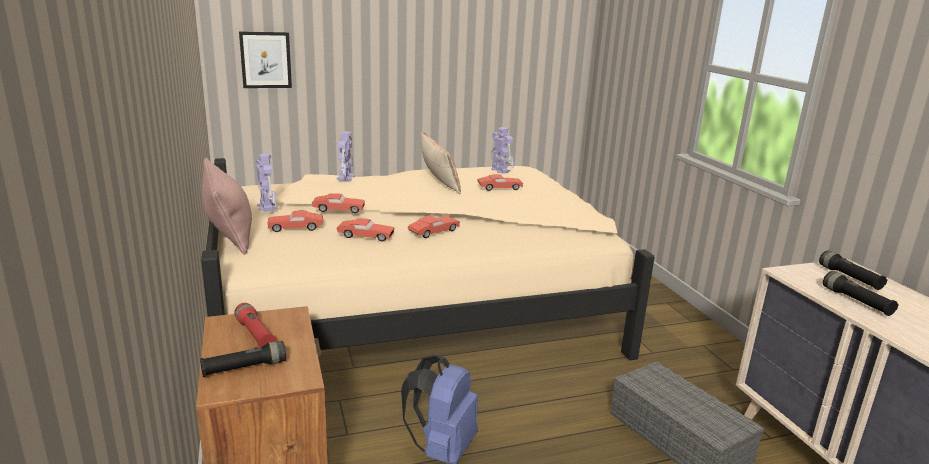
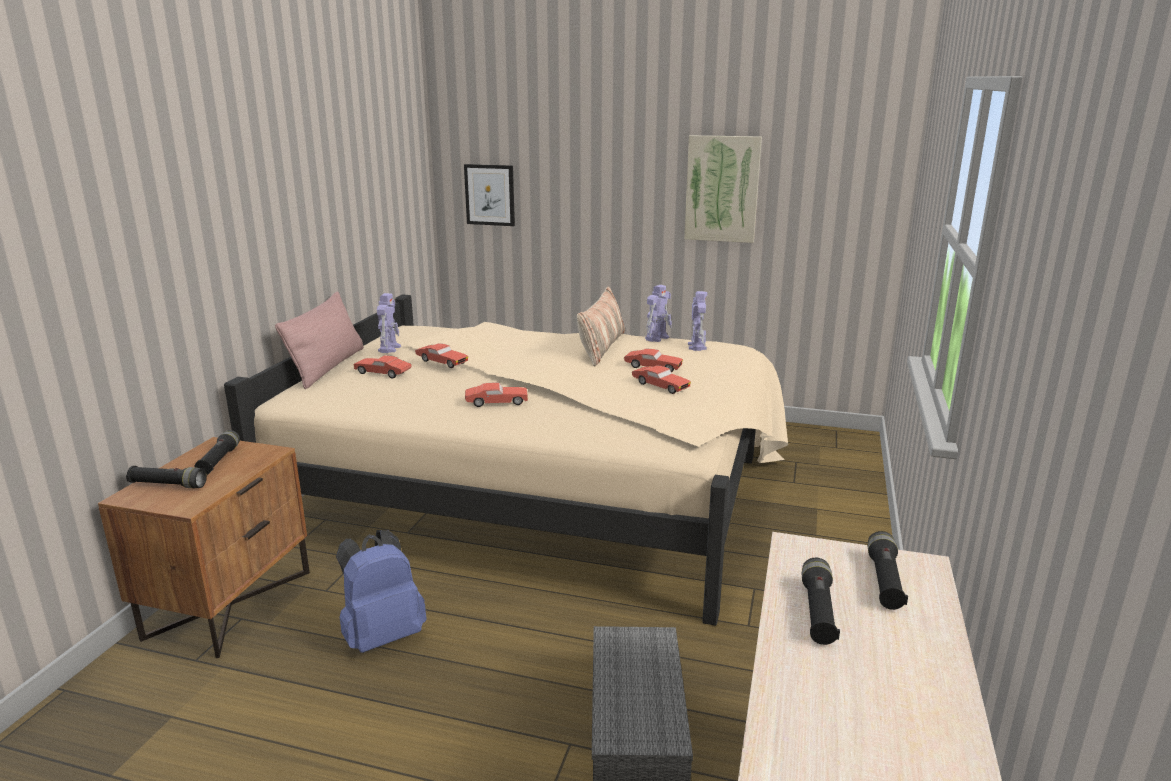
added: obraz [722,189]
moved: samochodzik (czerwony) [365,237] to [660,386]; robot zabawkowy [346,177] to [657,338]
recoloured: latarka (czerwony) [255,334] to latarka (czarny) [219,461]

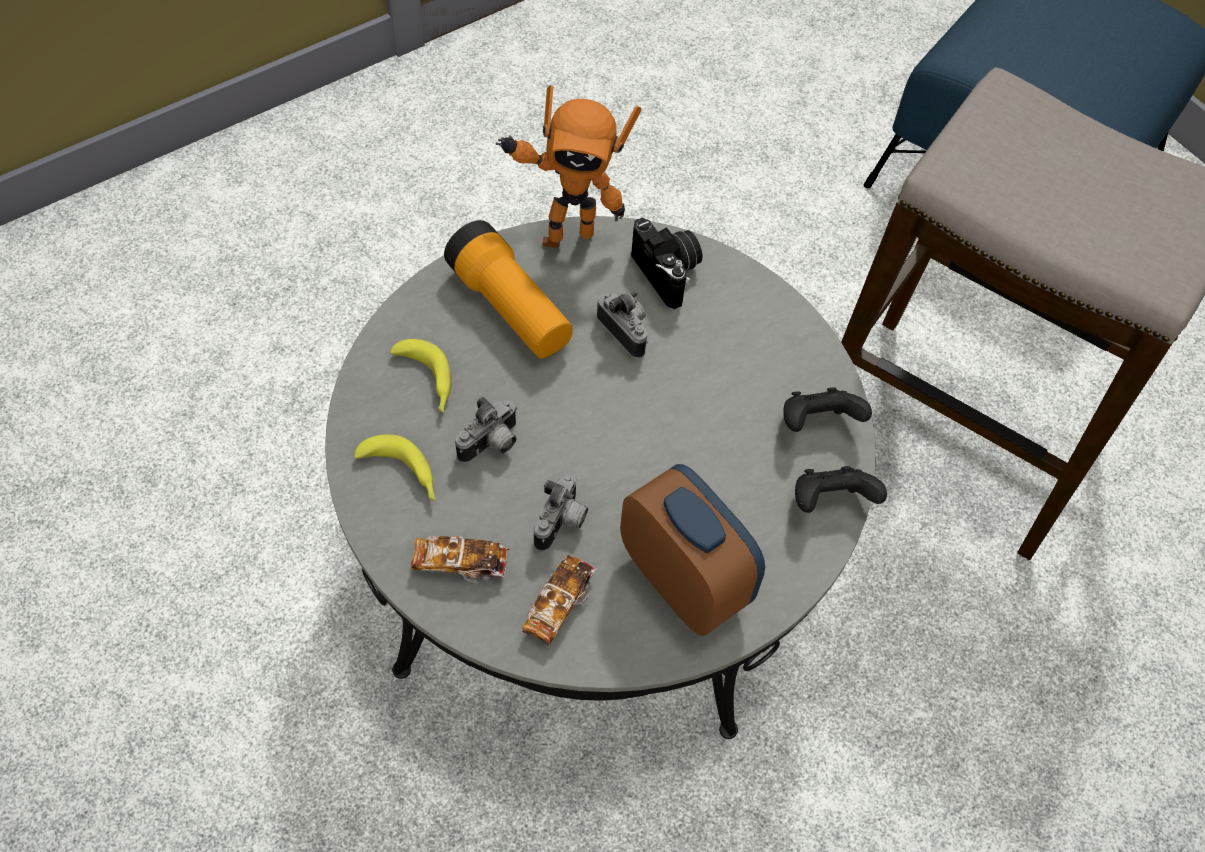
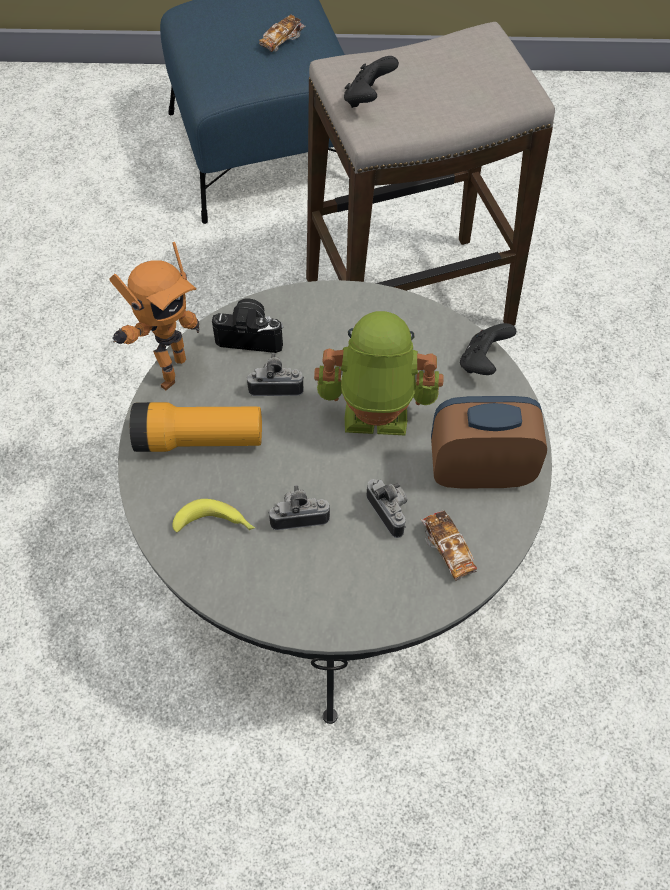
removed: banan [403,474]
added: robot zabawkowy [374,420]
moved: samochodzik [461,564] to [282,41]; pad do gier (czarny) [817,423] to [368,99]
turned: aparat fotograficzny [492,445] = [299,516] 90 degrees counterclockwise

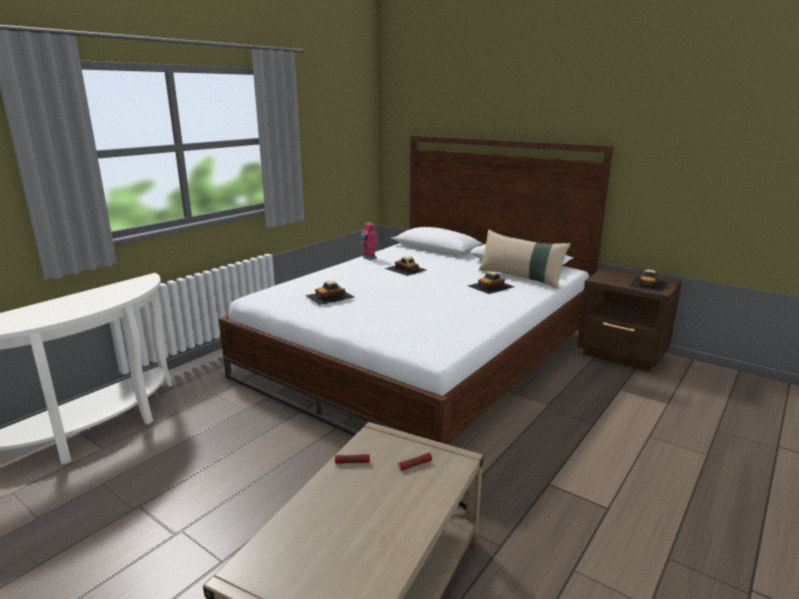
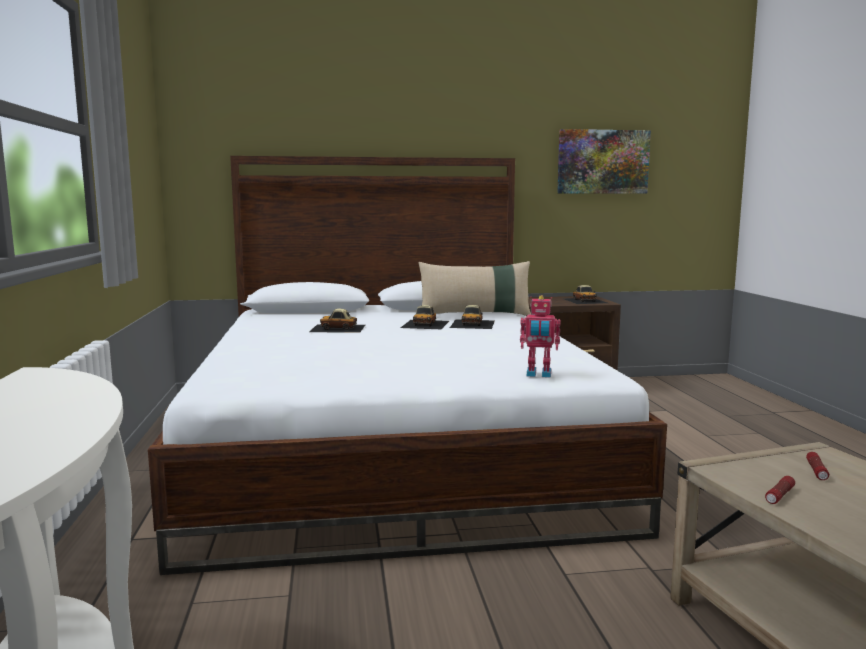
added: obraz [602,162]
moved: samochodzik [330,296] to [425,324]; robot zabawkowy [369,258] to [538,374]

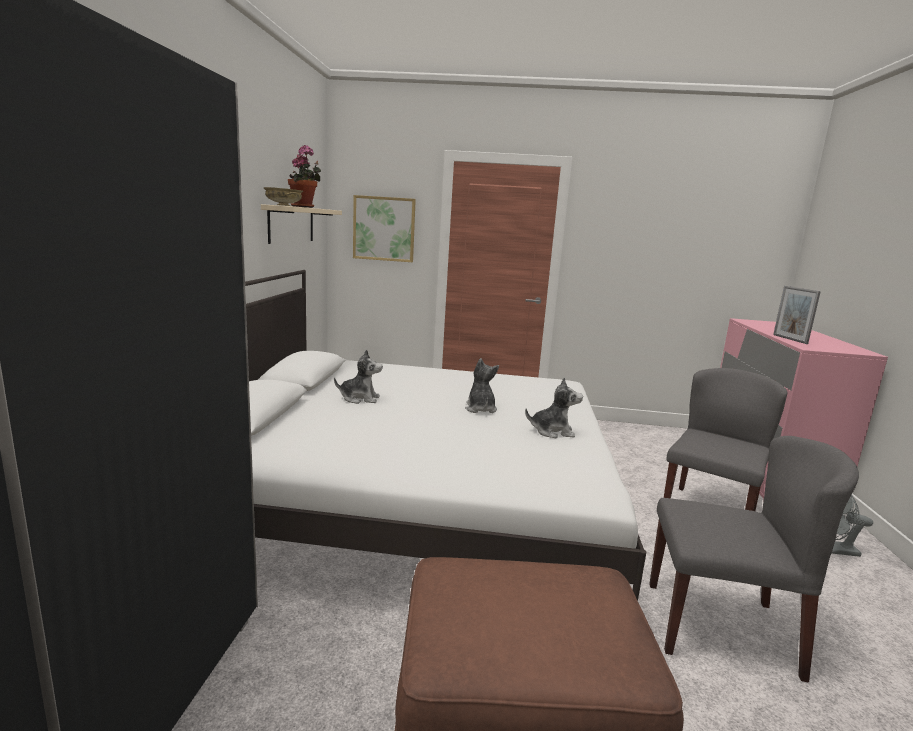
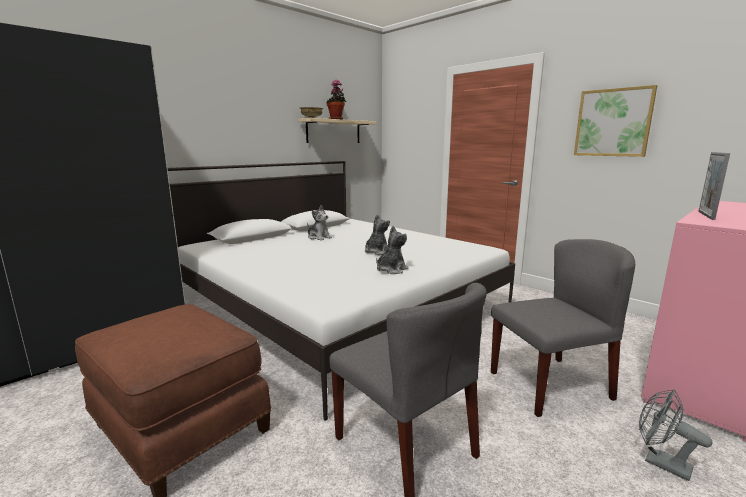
moved: obraz [384,229] to [613,123]
turned: pluszak [552,431] = [391,270] 90 degrees counterclockwise

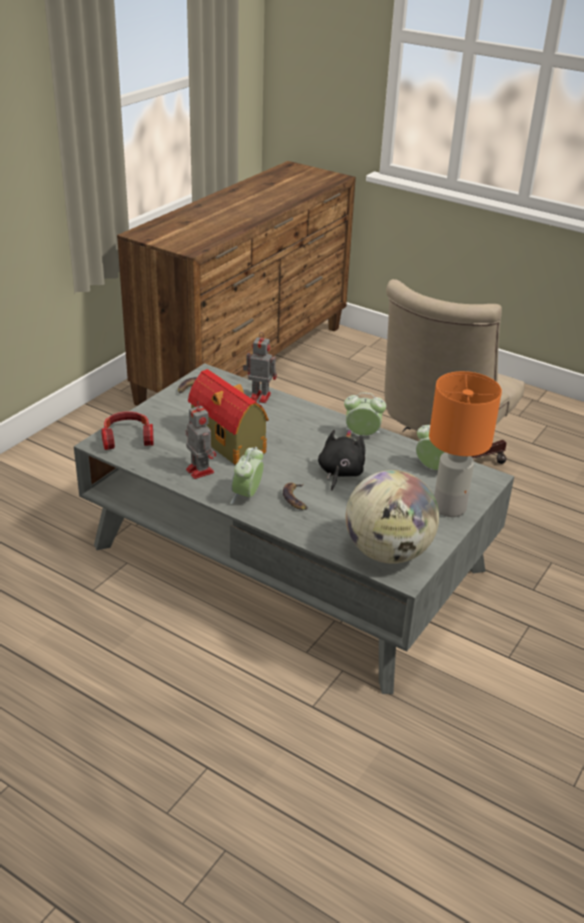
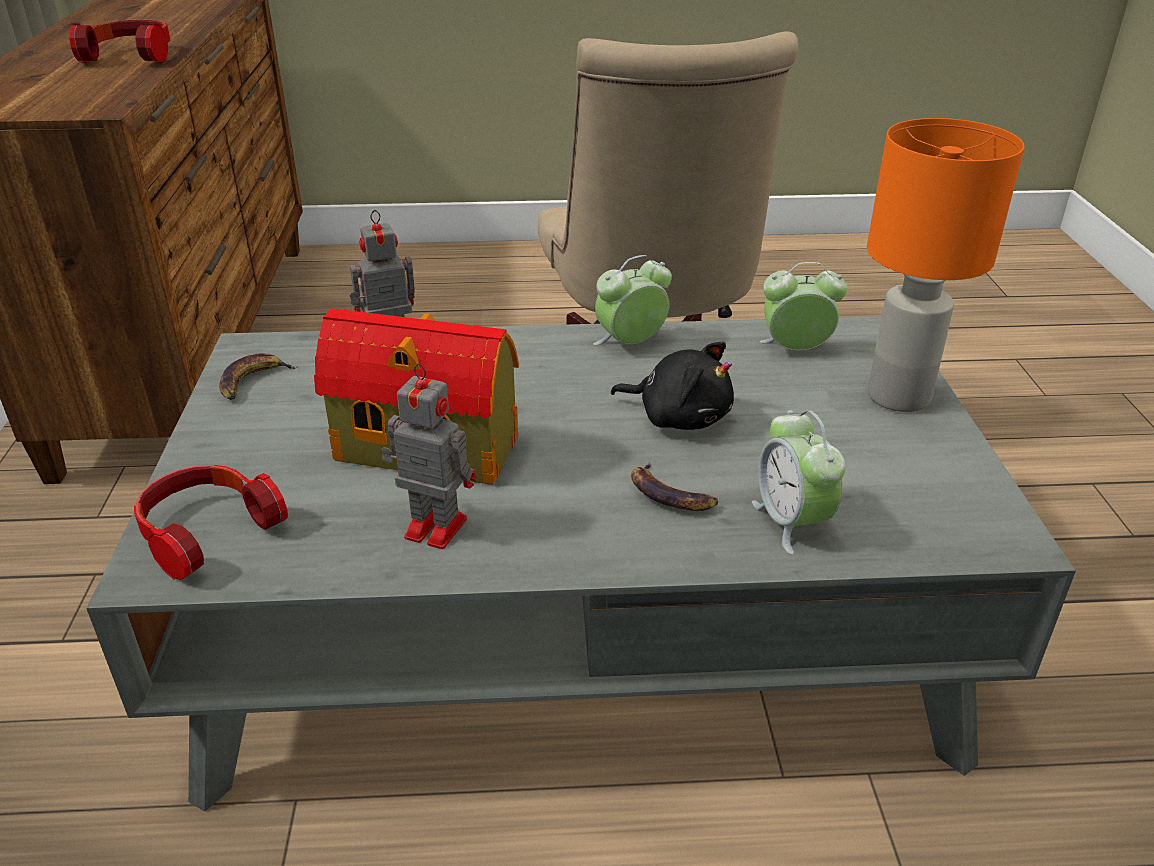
removed: globus [387,552]
added: słuchawki [132,56]
moved: budzik [247,495] to [791,522]
turned: pluszak (czarny) [340,473] = [679,417] 135 degrees clockwise

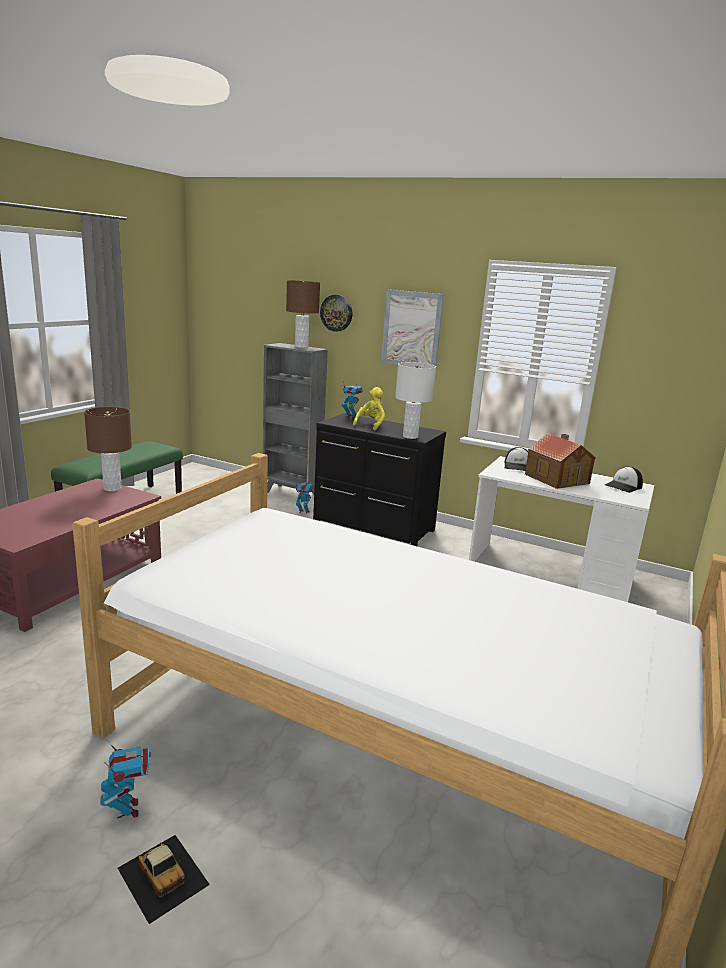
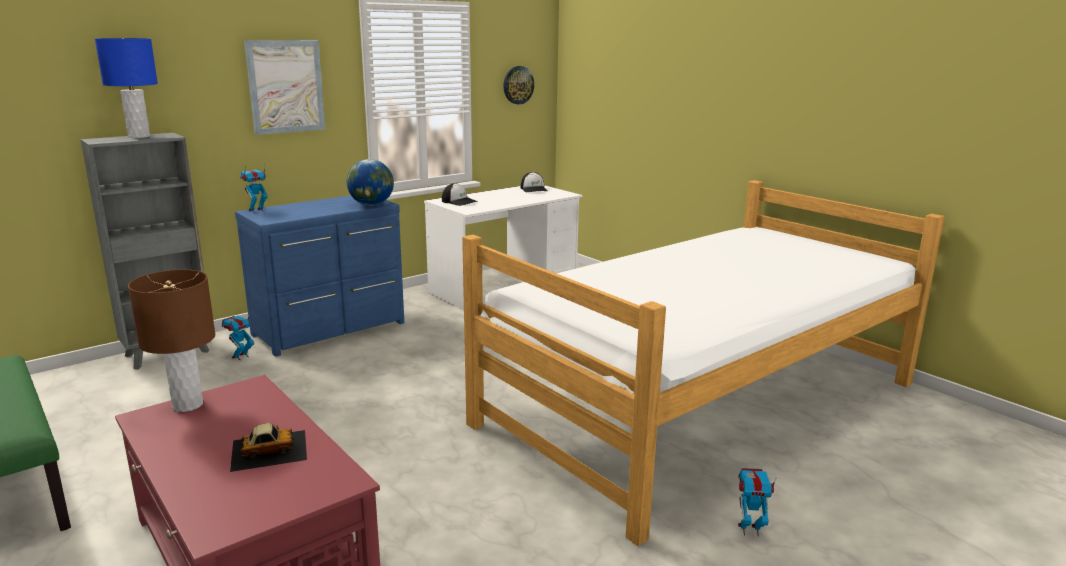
removed: pluszak (żółty) [371,425]; domek [557,478]
moved: samochodzik [163,875] to [268,449]; zegar ścienny [336,313] to [518,85]
replaced: lampa stołowa (biały) [410,437] to globus [371,205]
recoloured: lampa stołowa (brązowy) [301,346] to lampa stołowa (niebieski) [139,136]; komoda (czarny) [373,527] to komoda (niebieski) [332,329]

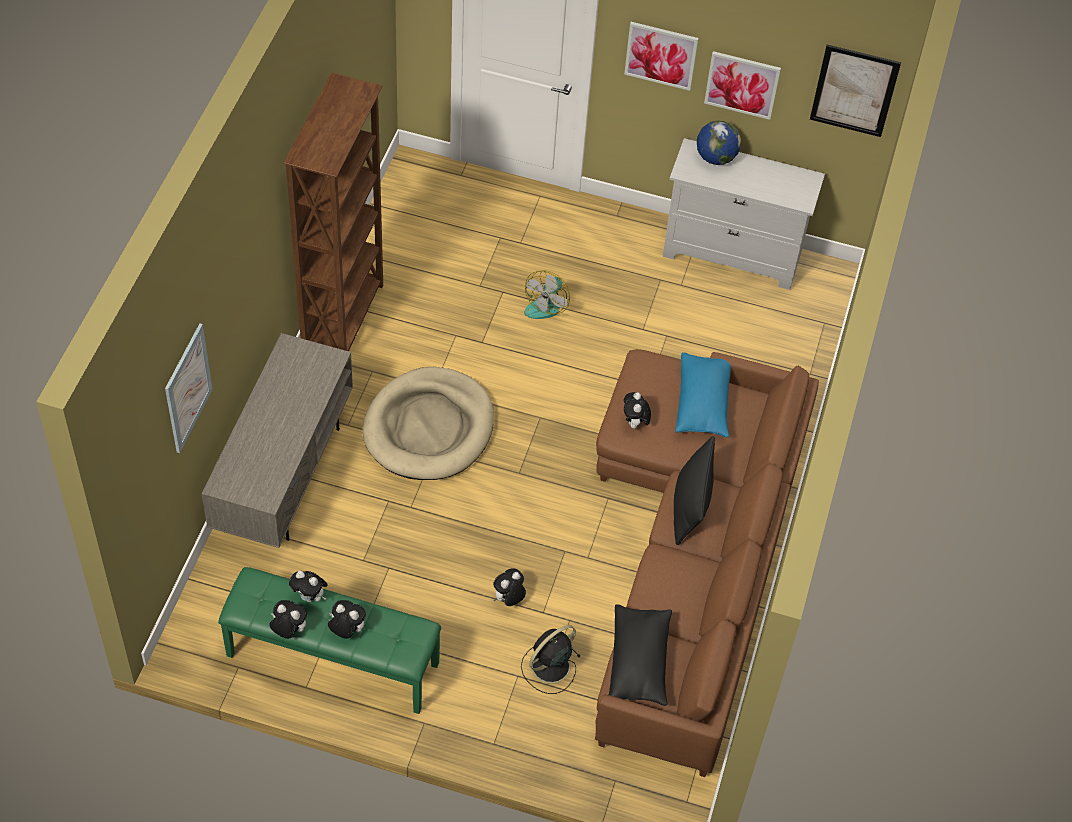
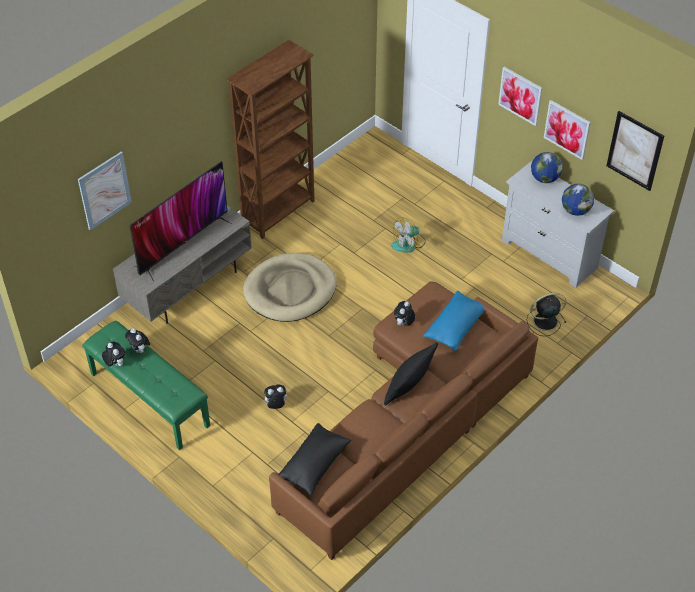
removed: pluszak [346,630]
added: telewizor [182,244]; globus [575,211]
moved: wentylator (czarny) [549,667] to [544,321]

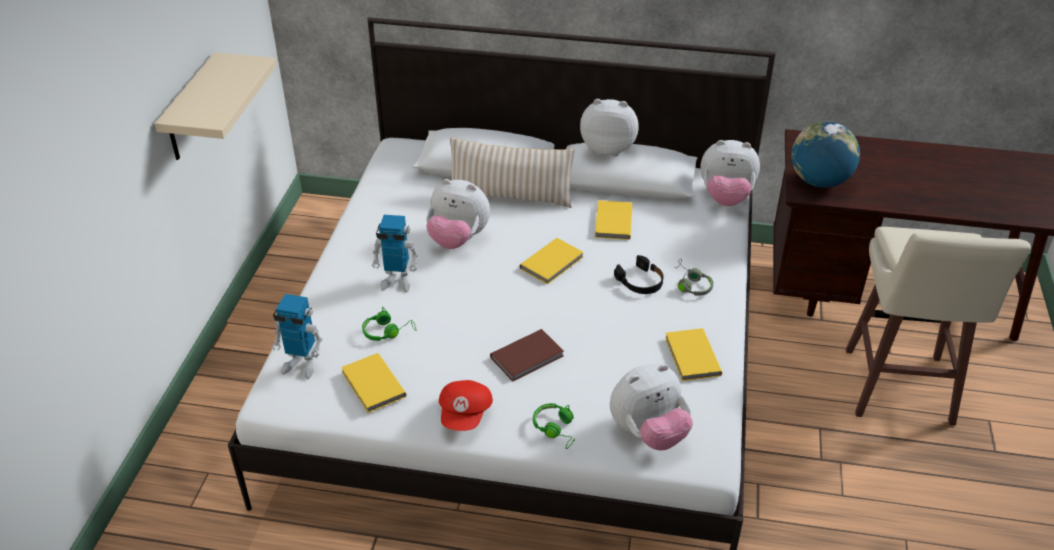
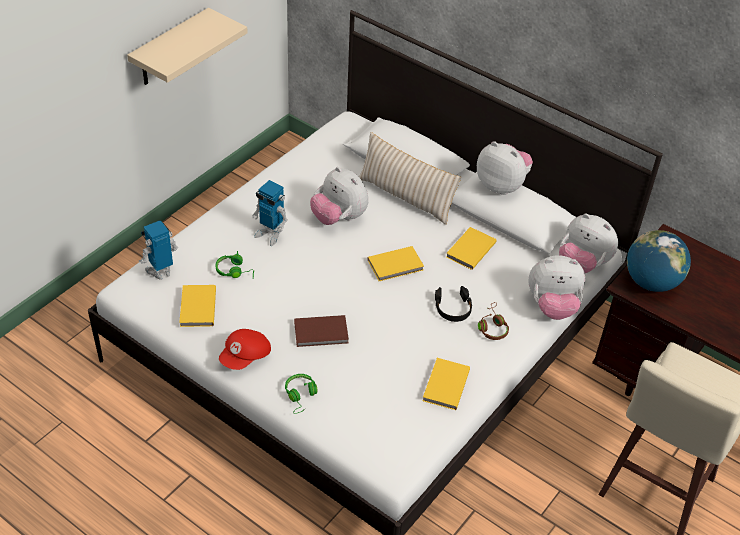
moved: pluszak [648,433] to [552,306]
recoloured: słuchawki (szary) [691,284] to słuchawki (brązowy) [492,327]
turned: robot zabawkowy [301,365] = [161,272] 105 degrees clockwise

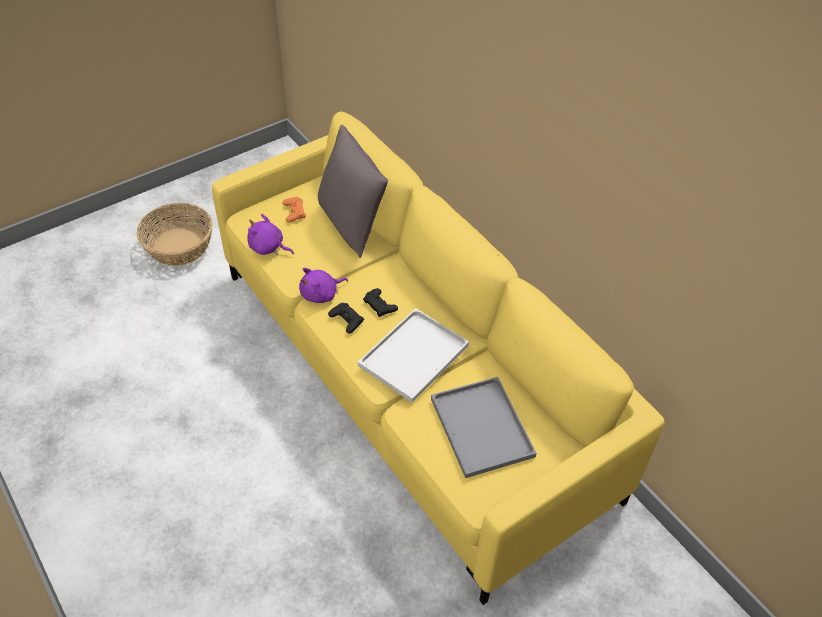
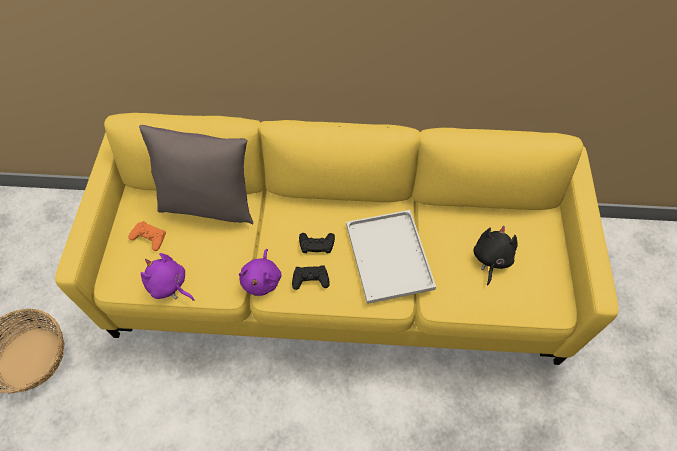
replaced: taca (szary) [480,426] to pluszak (czarny) [491,259]
turned: pluszak (fioletowy) [268,247] = [169,285] 60 degrees clockwise

